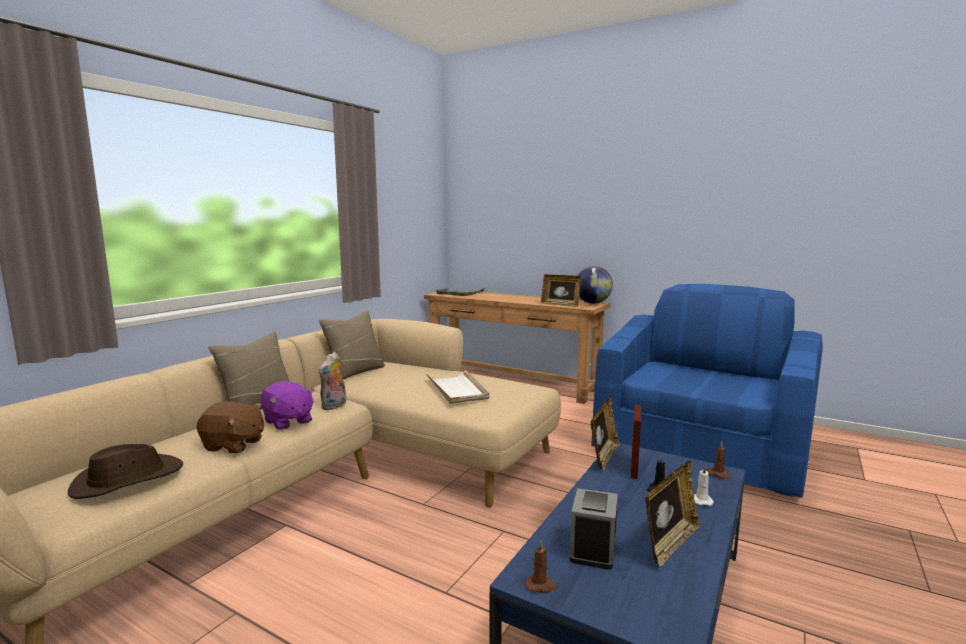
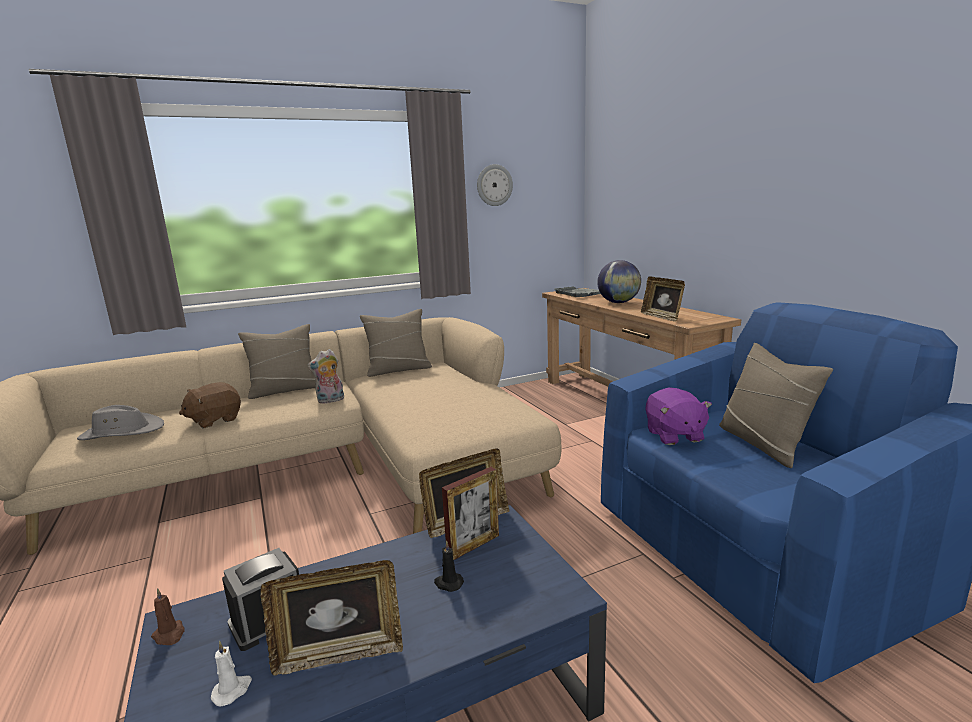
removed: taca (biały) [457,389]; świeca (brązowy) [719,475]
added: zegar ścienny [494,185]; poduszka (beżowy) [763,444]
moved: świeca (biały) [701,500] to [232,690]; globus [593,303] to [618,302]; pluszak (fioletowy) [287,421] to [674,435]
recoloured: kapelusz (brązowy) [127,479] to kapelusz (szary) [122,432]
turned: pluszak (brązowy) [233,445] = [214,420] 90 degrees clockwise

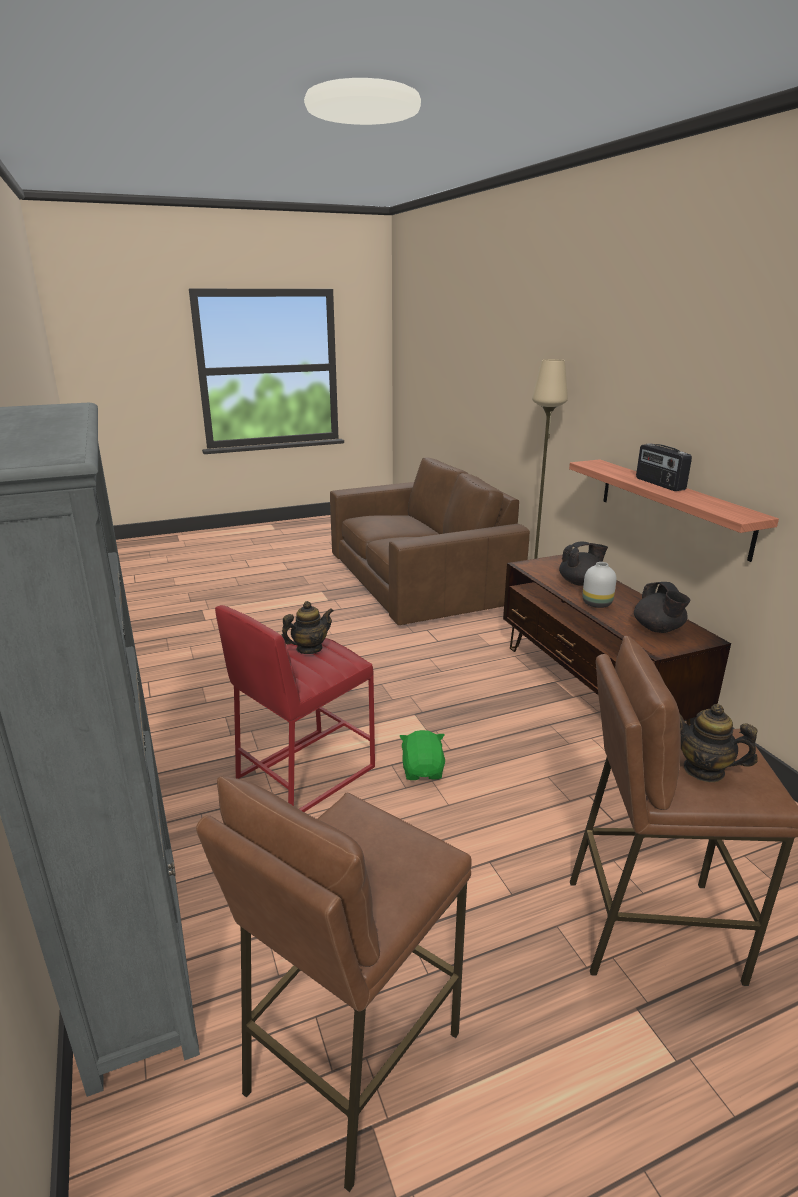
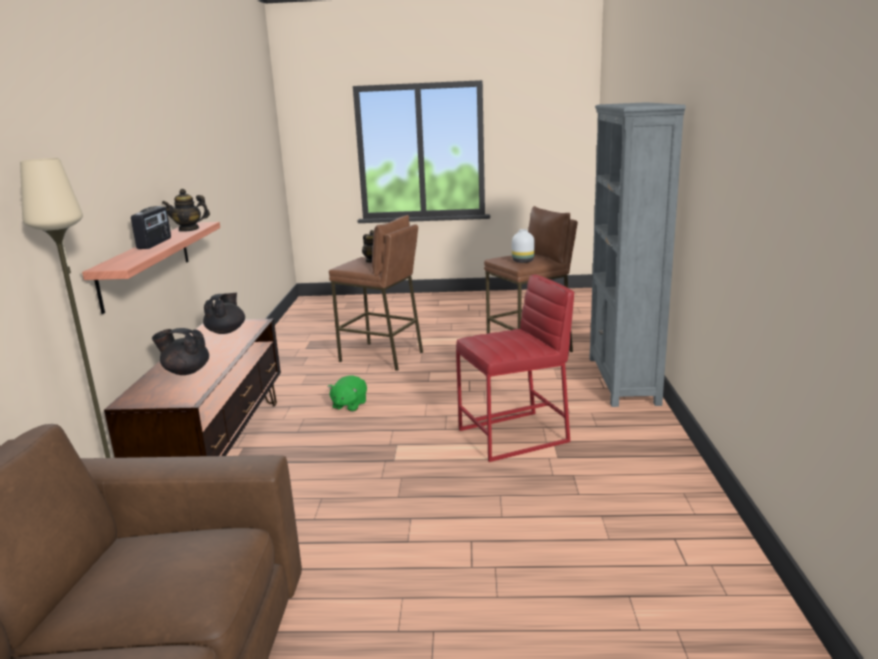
moved: imbryk [309,649] to [189,229]; pluszak (zielony) [423,770] to [349,405]; wazon (biały) [597,603] to [522,261]

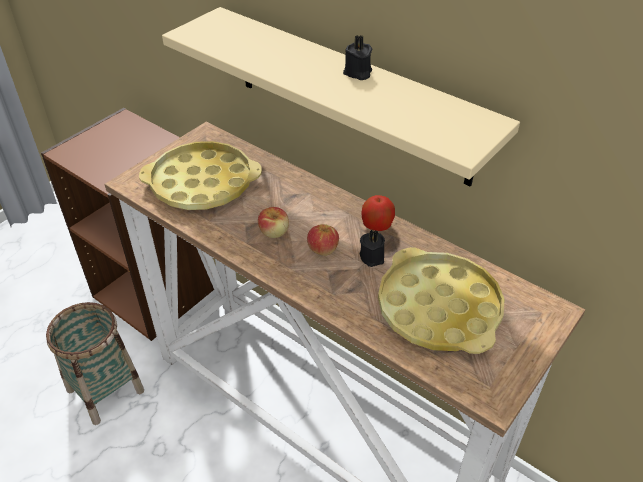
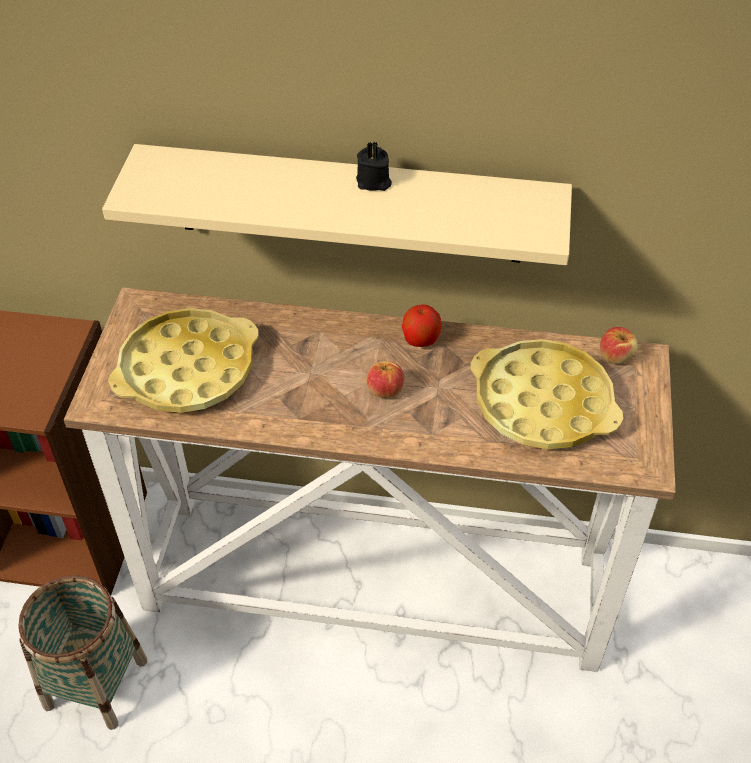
removed: świeca (czarny) [373,256]
moved: jabłko [274,232] to [615,356]

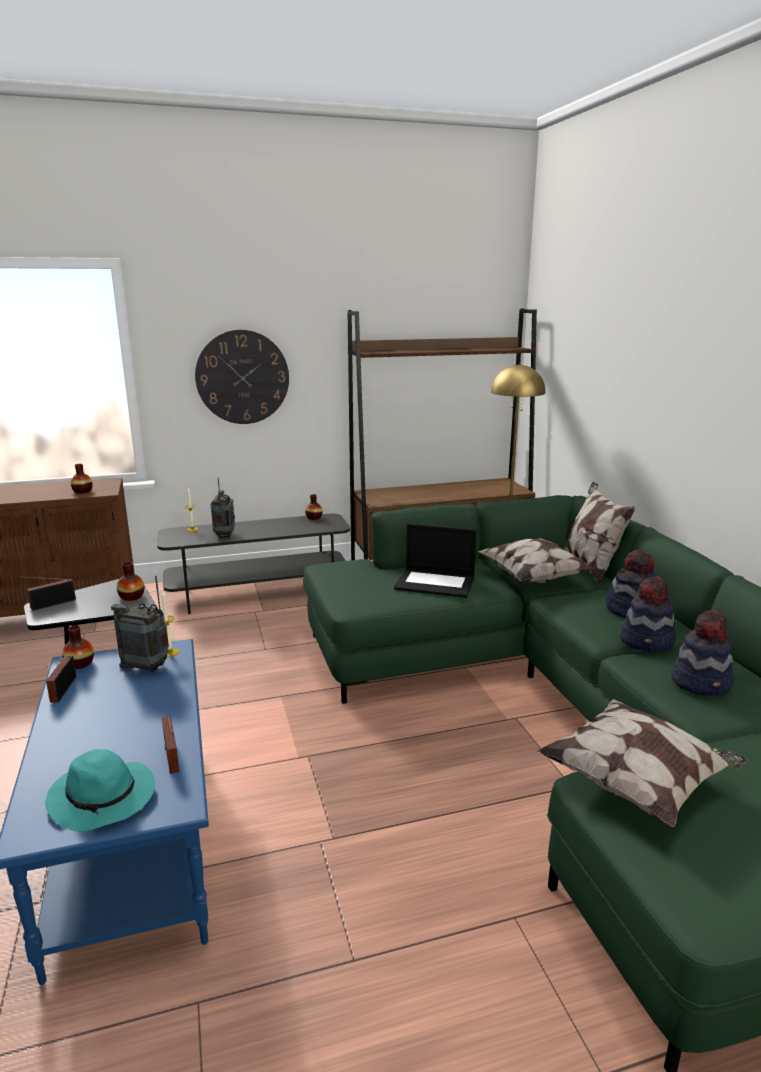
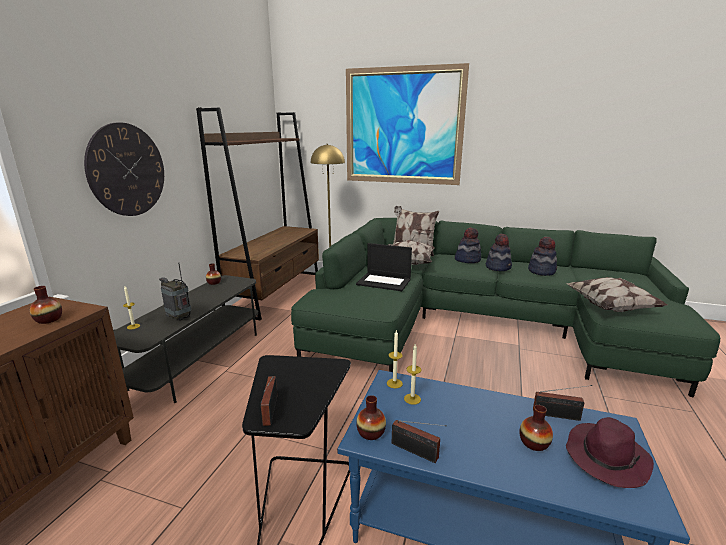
added: obraz [402,127]
moved: wazon [131,597] to [534,443]
replaced: radio [147,668] to świeca [412,399]
recoloured: kapelusz (turkusowy) [104,799] to kapelusz (fioletowy) [606,457]
turned: laptop [436,583] = [384,282] 60 degrees clockwise

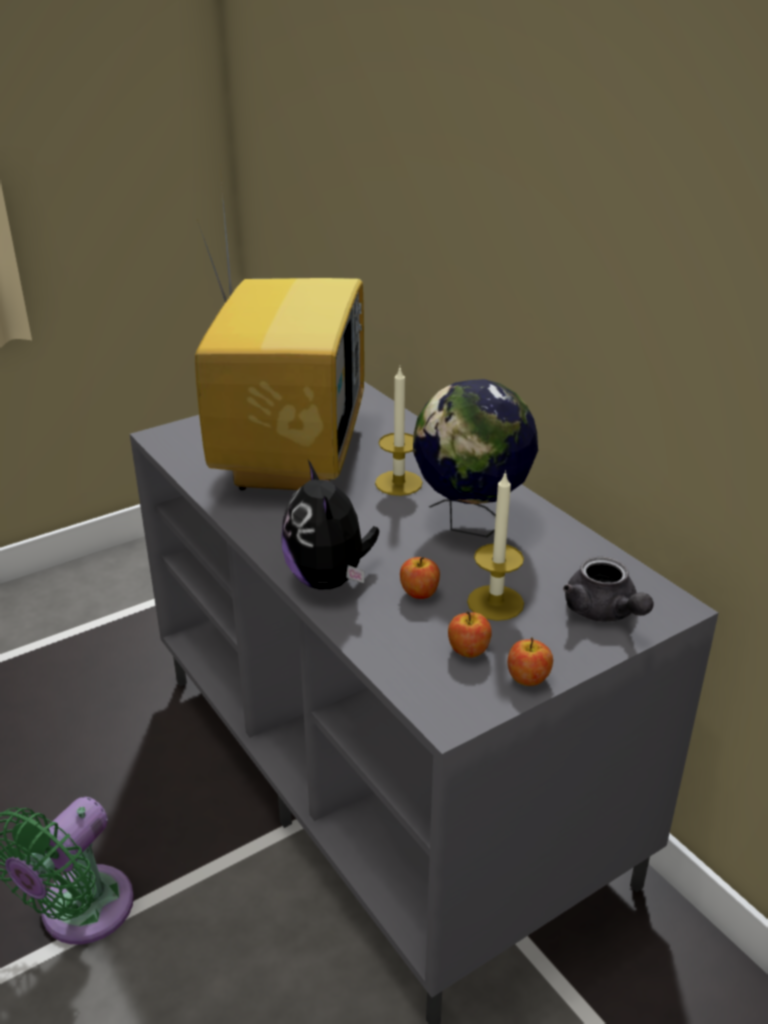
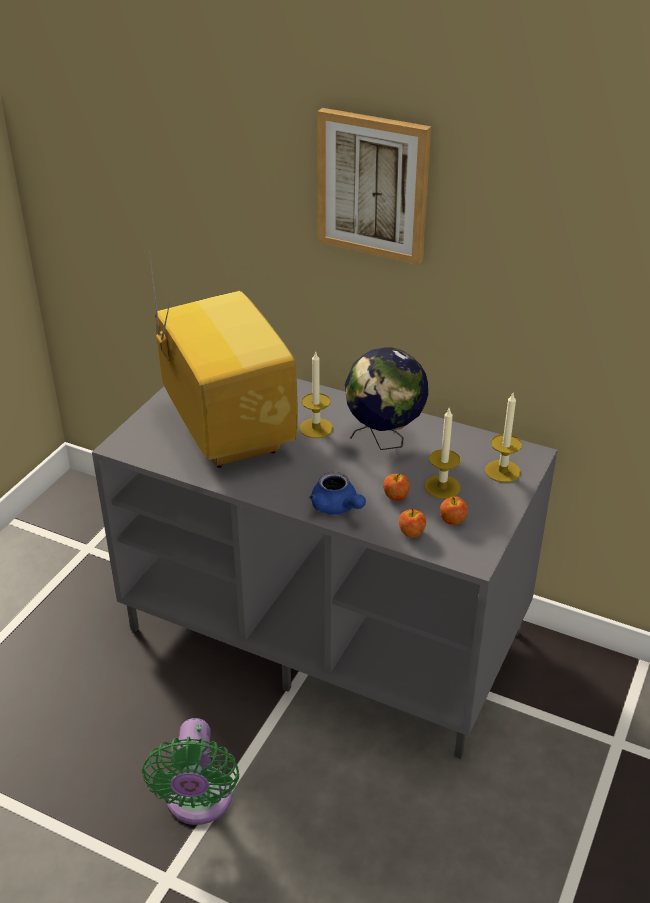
added: obraz [373,185]
moved: jabłko [528,678] to [411,532]
replaced: pluszak [329,579] to imbryk (niebieski) [337,507]; imbryk (szary) [604,612] to świeca [502,471]

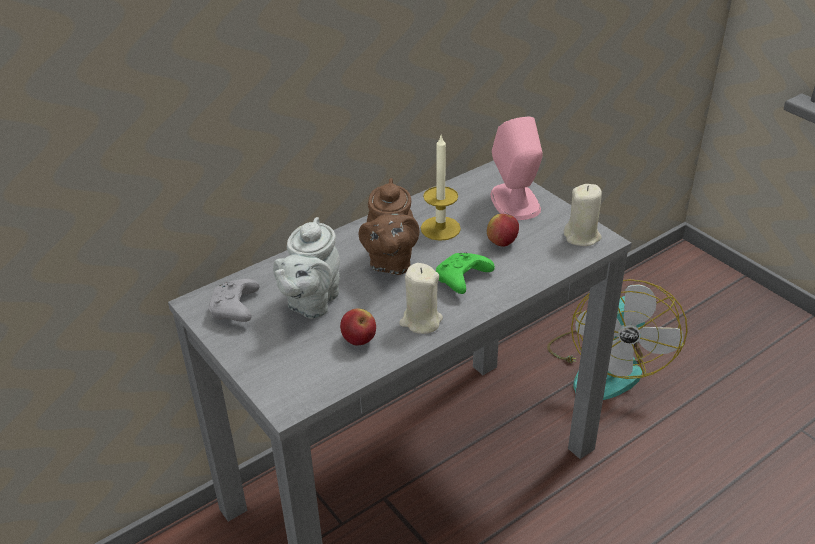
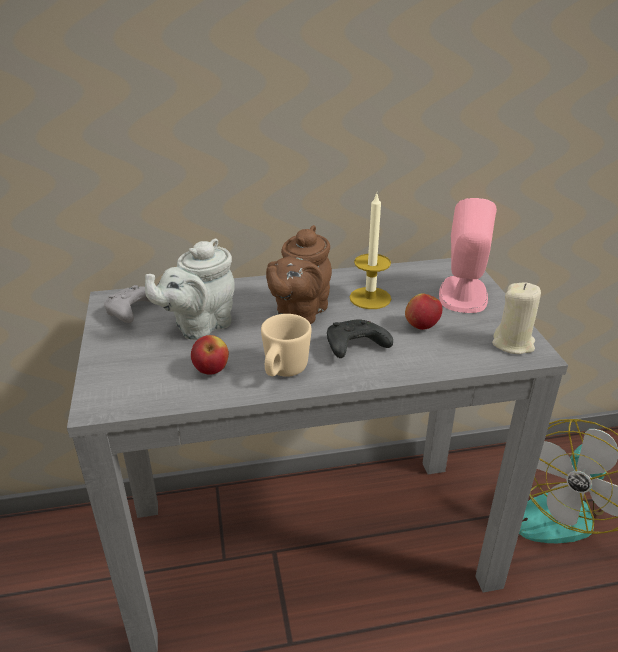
replaced: świeca (beżowy) [421,321] to kubek (beżowy) [283,372]
recoloured: pad do gier (zielony) [462,280] to pad do gier (czarny) [354,348]

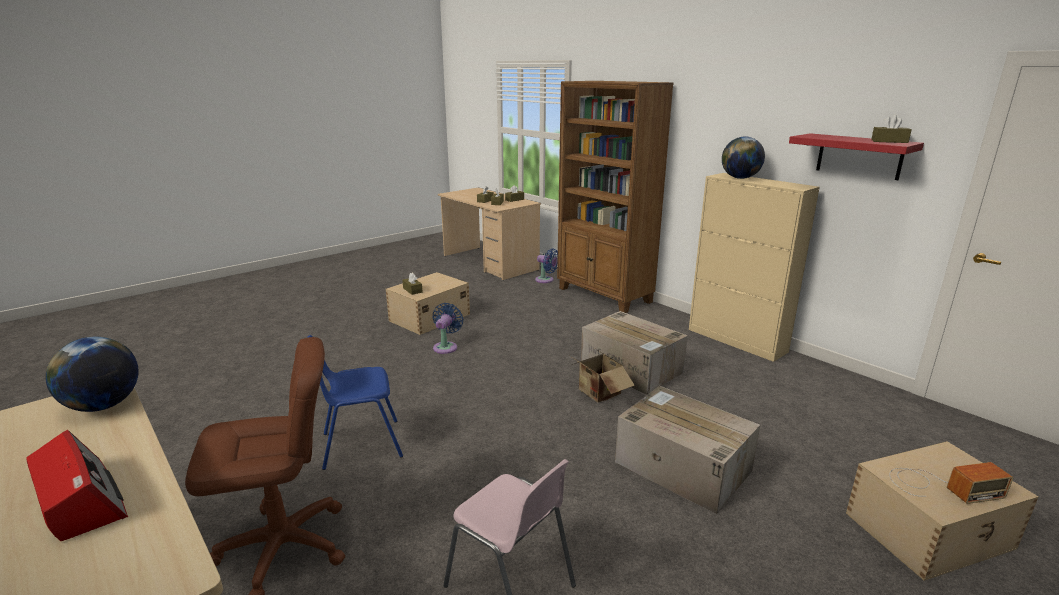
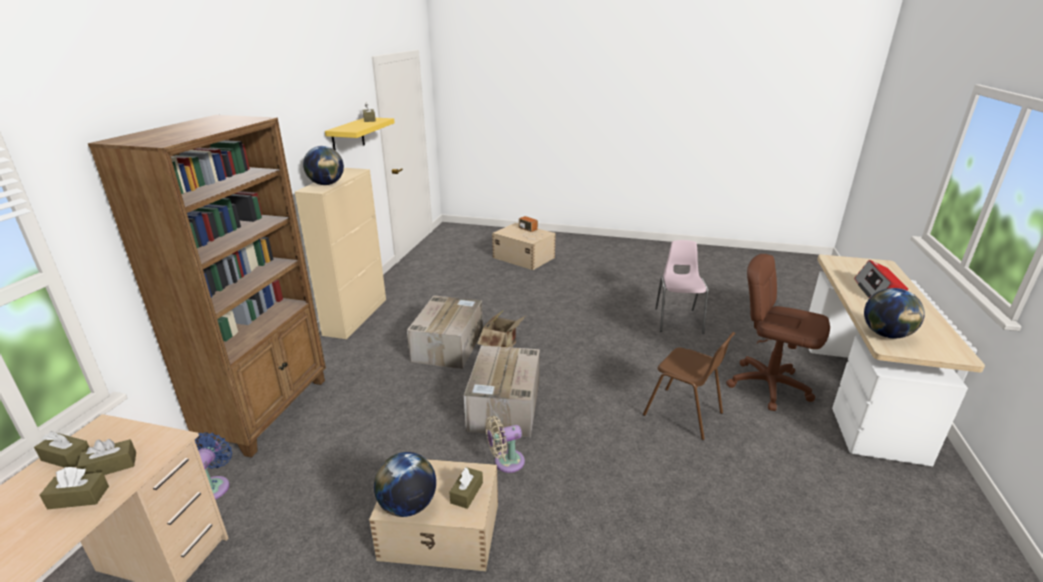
added: globus [408,505]
moved: karton [681,466] to [504,406]
recoloured: półka (czerwony) [859,156] to półka (żółty) [348,137]; wentylator (niebieski) [446,346] to wentylator (beżowy) [505,462]; krzesło (niebieski) [361,444] to krzesło (brązowy) [683,414]

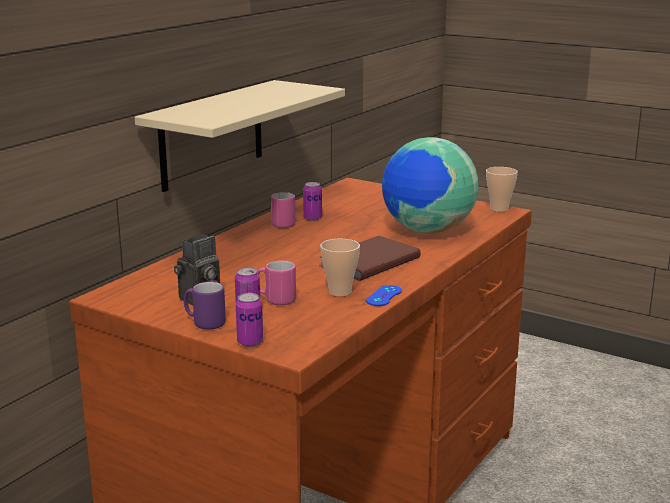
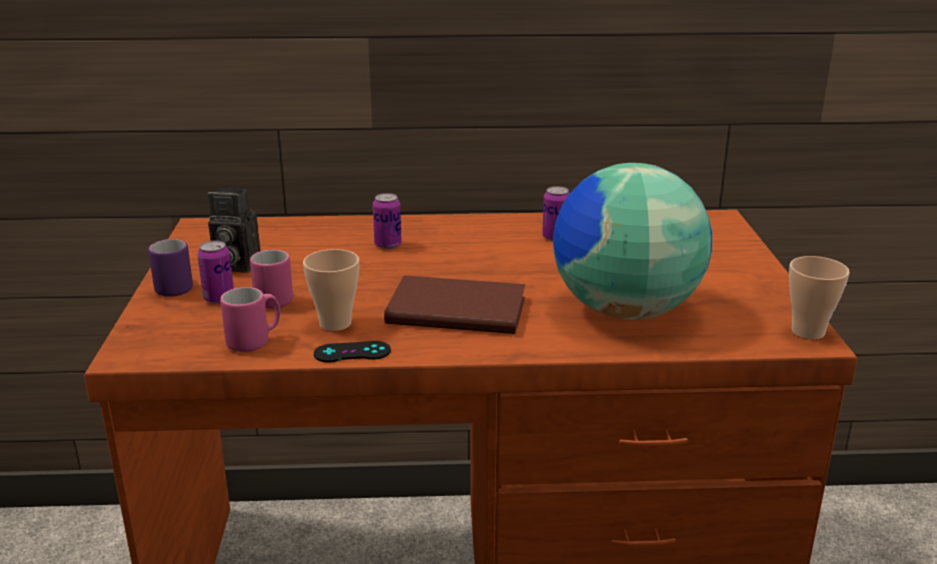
removed: półka (beżowy) [212,135]
moved: kubek (różowy) [283,223] to [255,341]; puszka [250,342] to [388,245]
recoloured: pad do gier (niebieski) [384,296] to pad do gier (czarny) [352,352]

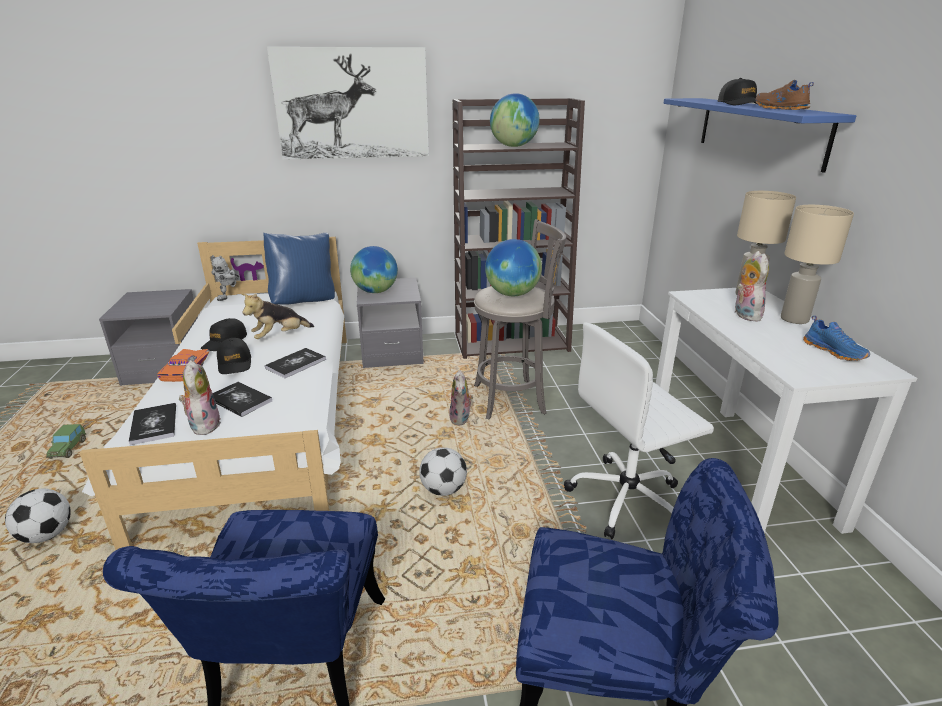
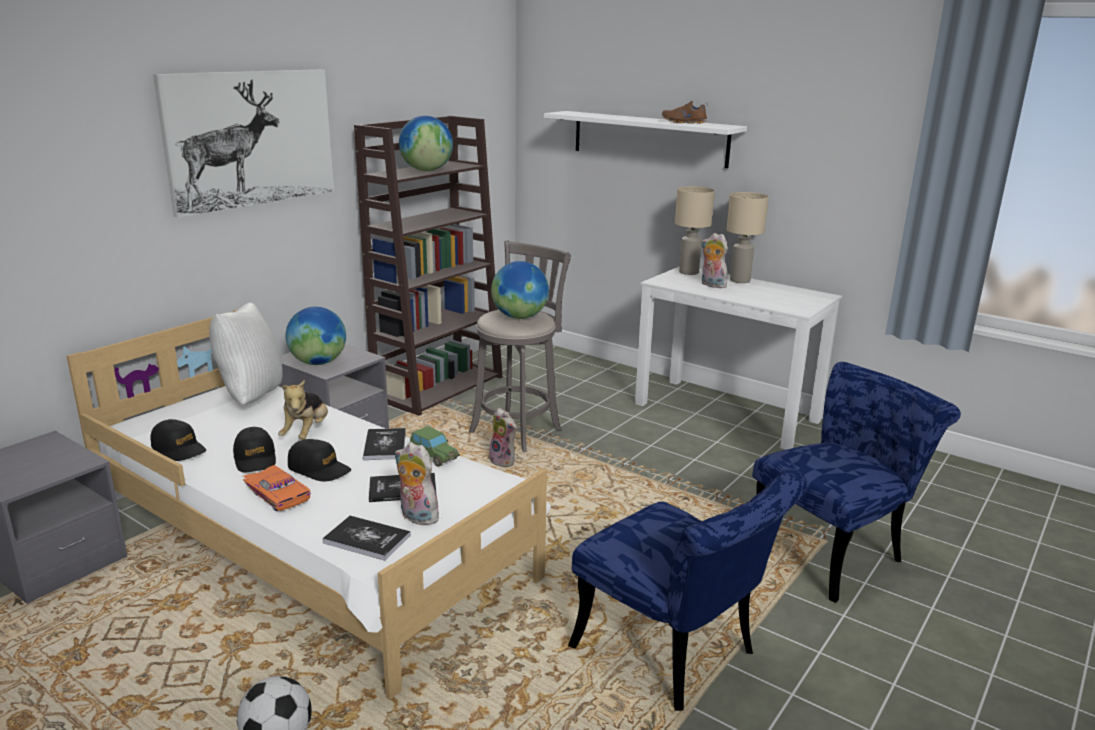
removed: robot zabawkowy [230,297]; piłka futbolowa [443,490]; krzesło biurowe (biały) [628,499]; but (niebieski) [834,352]
moved: czapka z daszkiem (czarny) [739,104] to [179,449]; samochodzik [69,449] to [434,457]
recoloured: poduszka (niebieski) [304,301] to poduszka (biały) [250,397]; półka (niebieski) [759,130] to półka (biały) [649,138]

